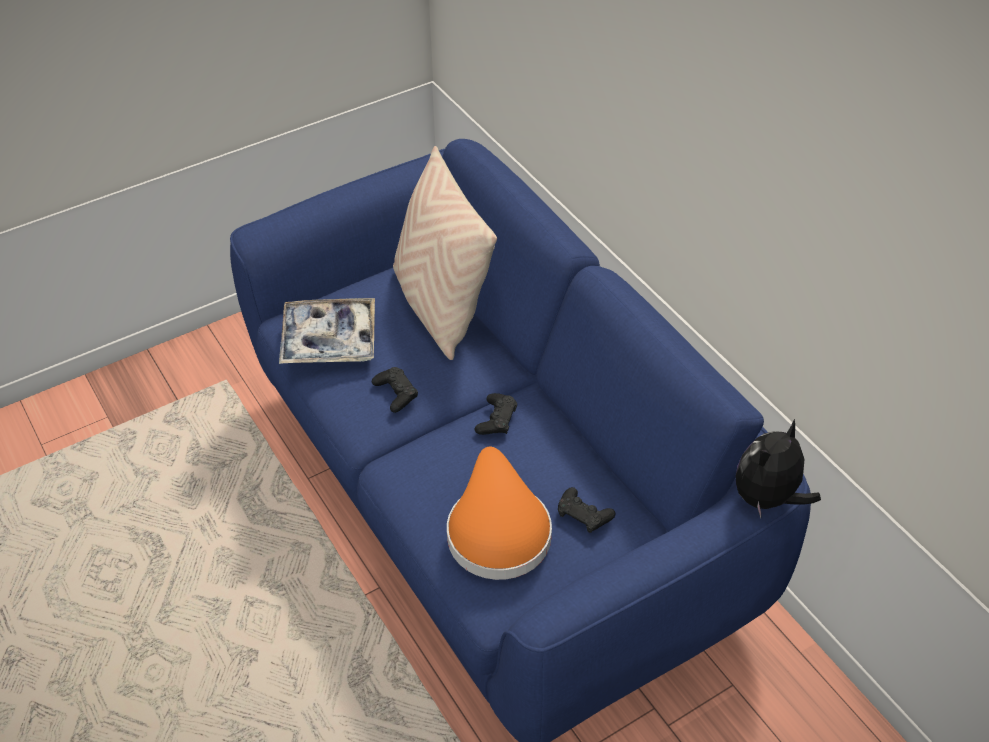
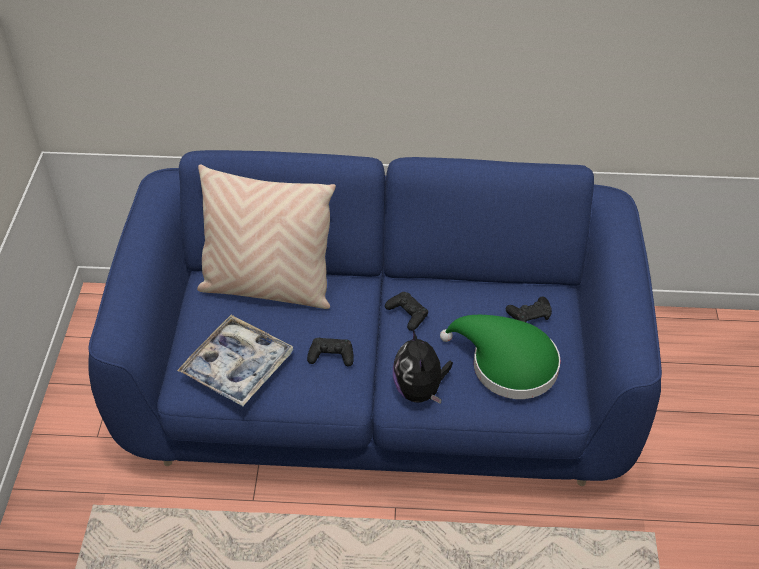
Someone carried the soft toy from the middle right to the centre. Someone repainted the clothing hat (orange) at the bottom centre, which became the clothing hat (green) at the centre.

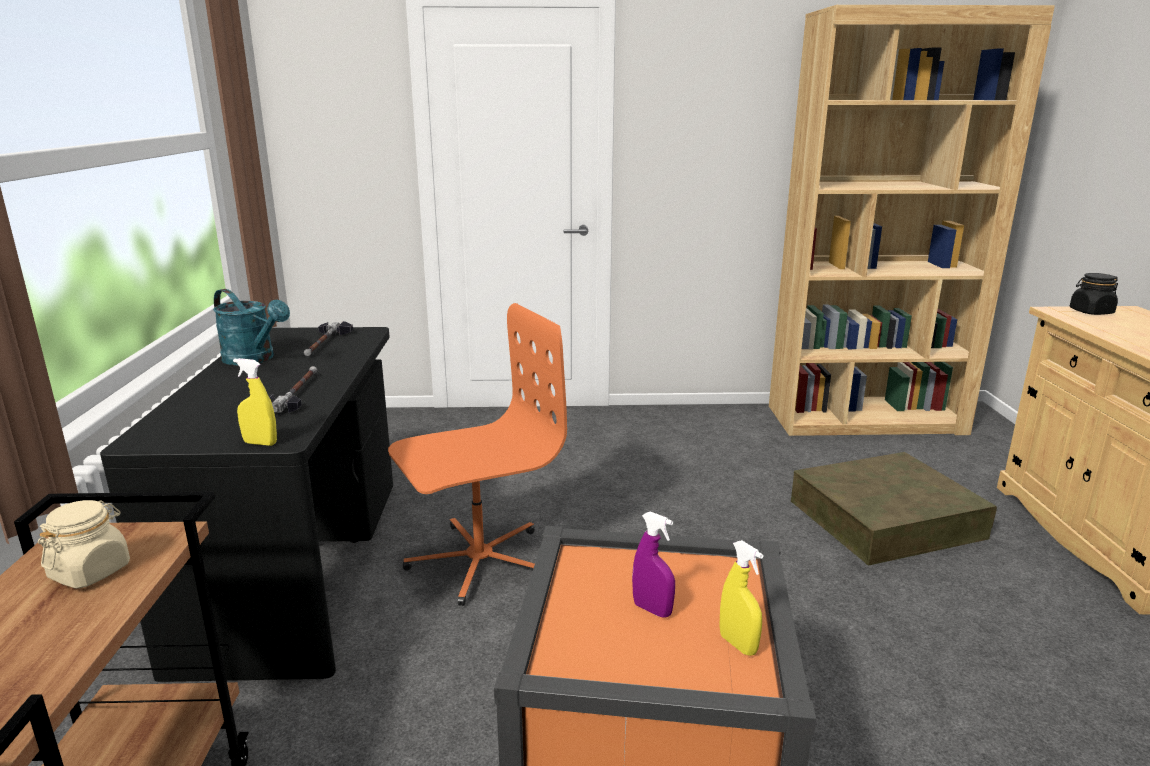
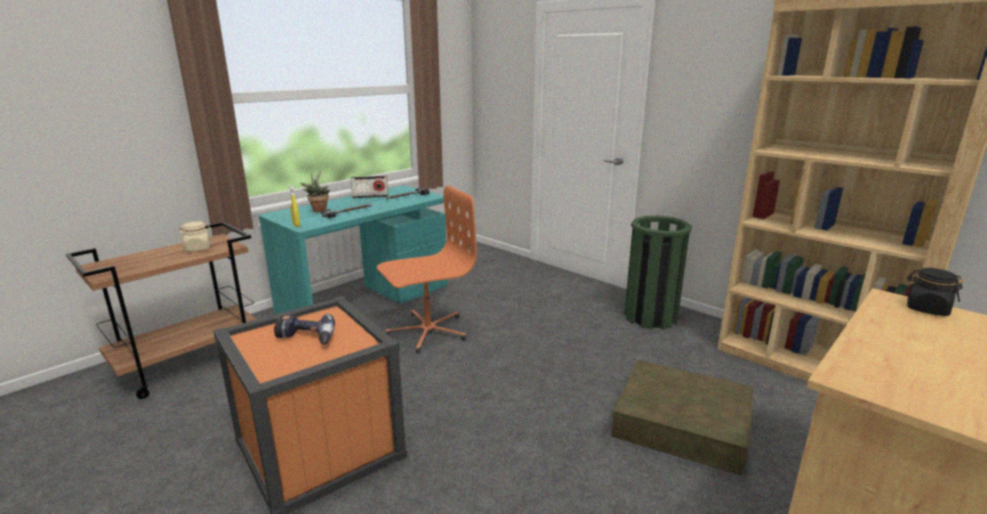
Someone repainted the desk (blackish) at the middle left, which became the desk (turquoise) at the centre. Someone swapped the sprayer (purple) at the bottom centre for the power drill at the middle left. Someone put down the houseplant at the middle left. Someone swapped the watering pot (turquoise) at the middle left for the radio receiver at the centre. Someone rotated the computer chair (orange) at the centre by 45 degrees counterclockwise. Someone put down the trash can (green) at the middle right. Someone took away the sprayer (yellowish) (no. 2 from left) at the bottom centre.

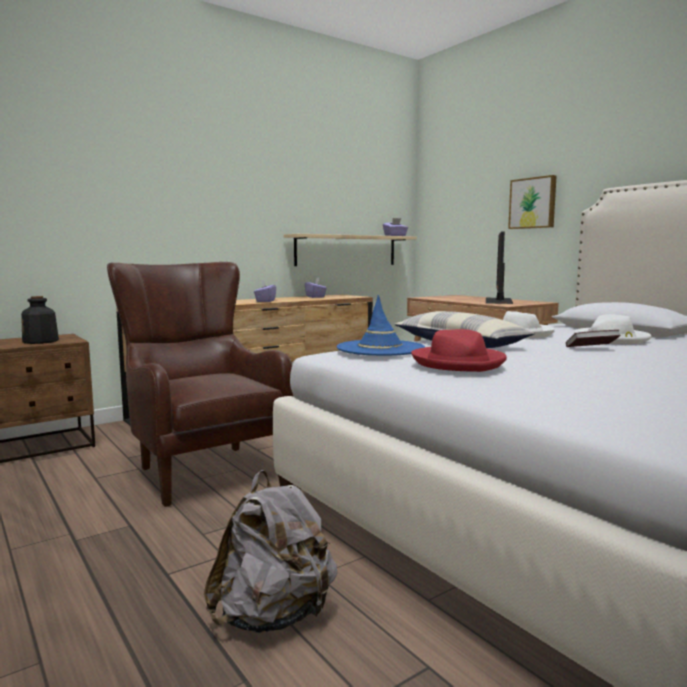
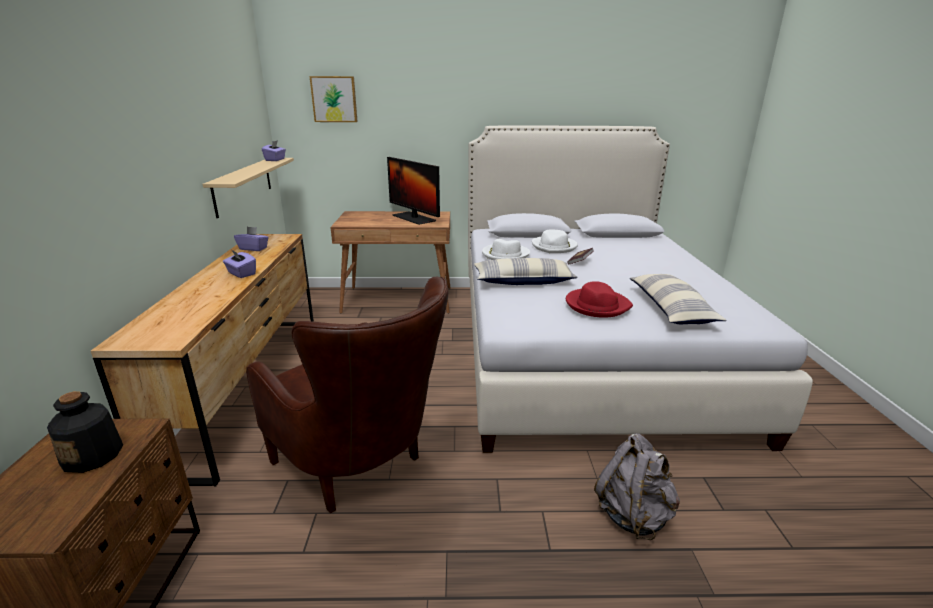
Someone rotated the armchair (brown) at the middle left by 135 degrees counterclockwise. Someone carried the picture from the top right to the top centre. Someone put down the cushion (no. 2 from left) at the middle right. Someone took away the clothing hat (blue) at the centre.

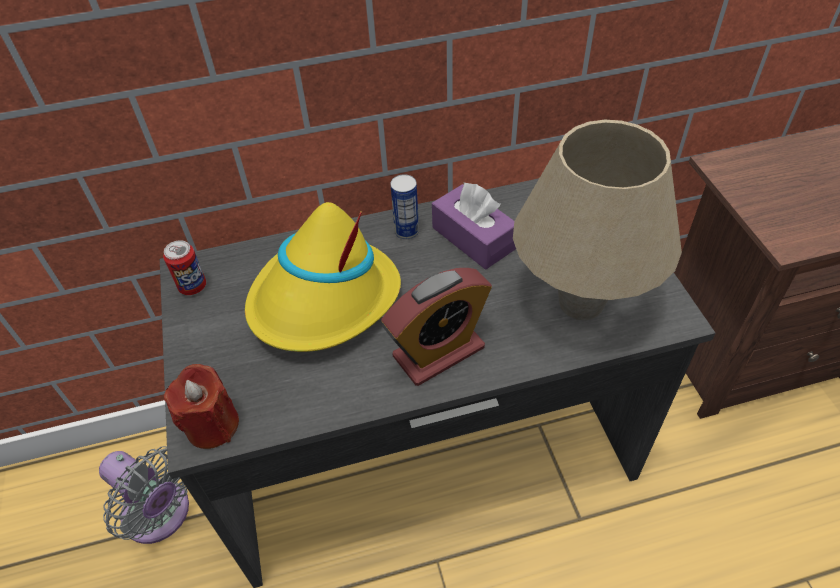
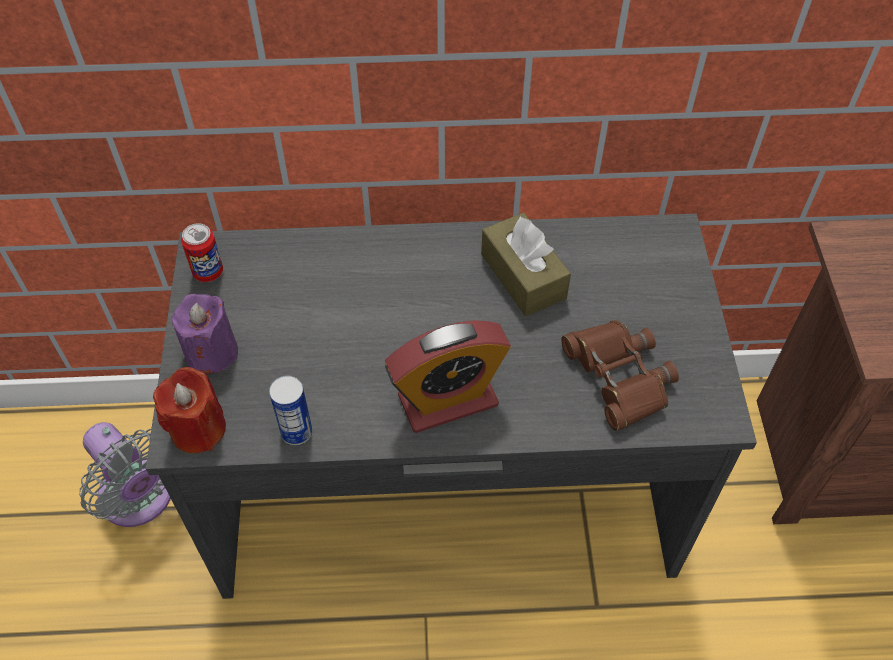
Someone put down the wax light (purple) at the middle left. Someone carried the can (no. 2 from left) from the centre to the middle left. Someone repainted the box of tissues (purple) at the centre, which became the box of tissues (brown) at the centre. Someone swapped the tabletop lamp (sand-coloured) at the middle right for the pair of binoculars (brown) at the middle right. Someone took away the clothing hat (yellowish) at the centre.

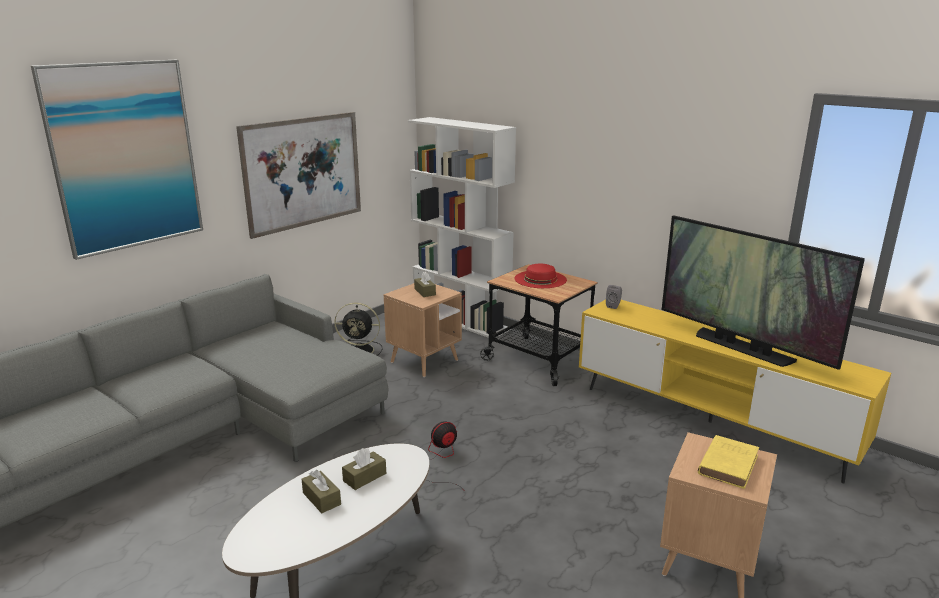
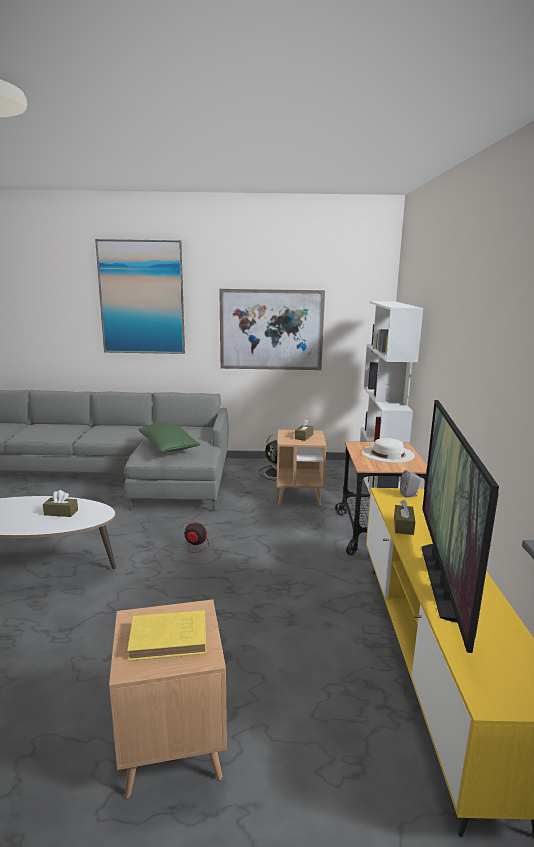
Someone put down the cushion (green) at the middle left. Someone repainted the clothing hat (reddish) at the centre, which became the clothing hat (white-coloured) at the middle right. Someone carried the box of tissues (brown) (no. 1 from left in the first image) from the bottom centre to the middle right.

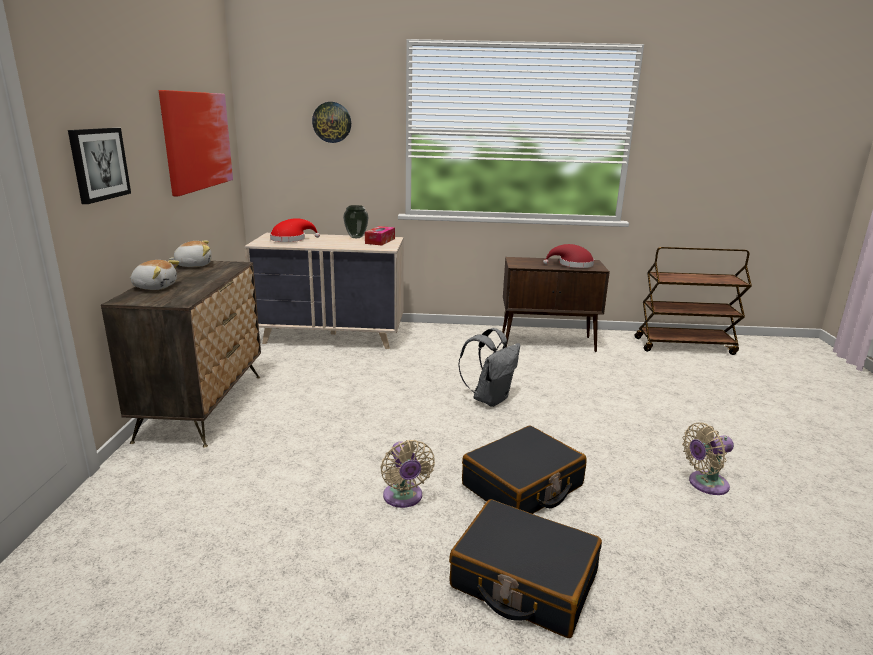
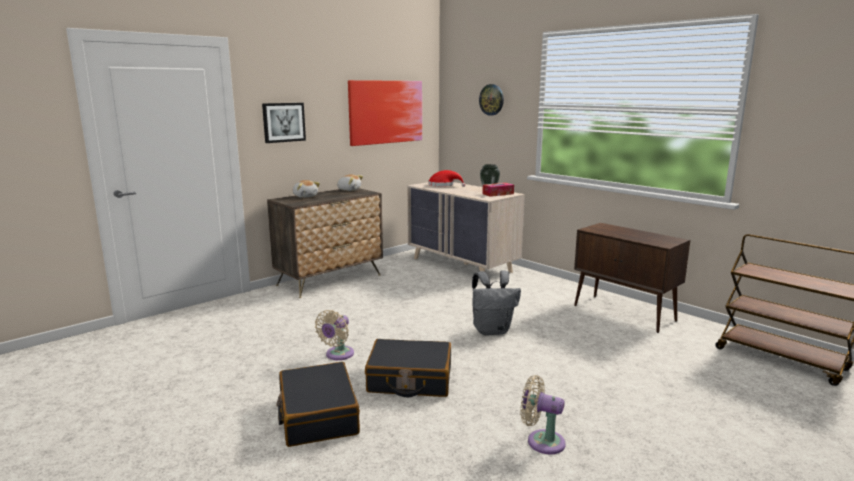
Someone took away the clothing hat (reddish) (no. 2 from left) at the centre.

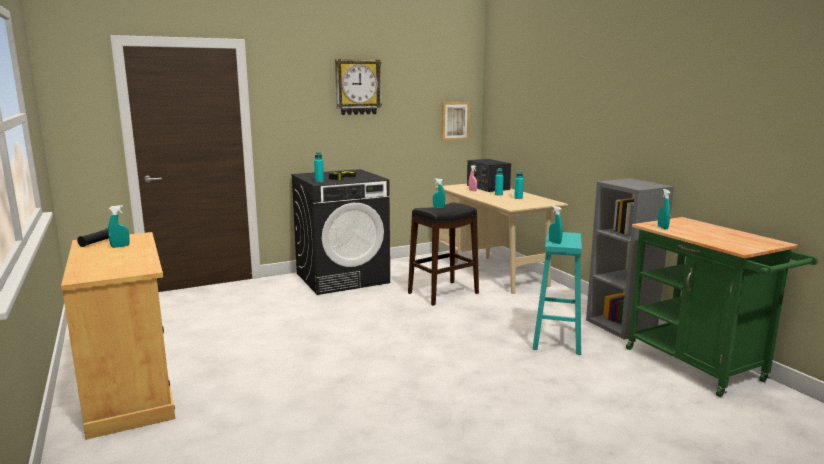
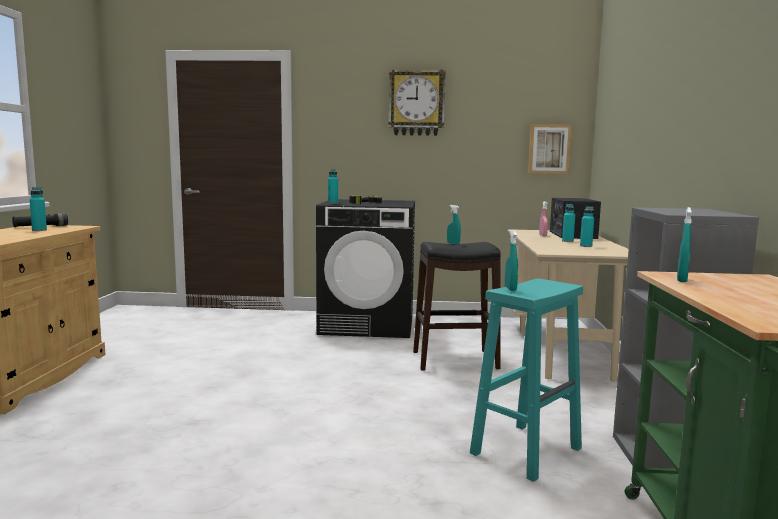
Someone swapped the sprayer (turquoise) (no. 1 from left) at the middle left for the beverage bottle (turquoise) (no. 1 from left) at the middle left.

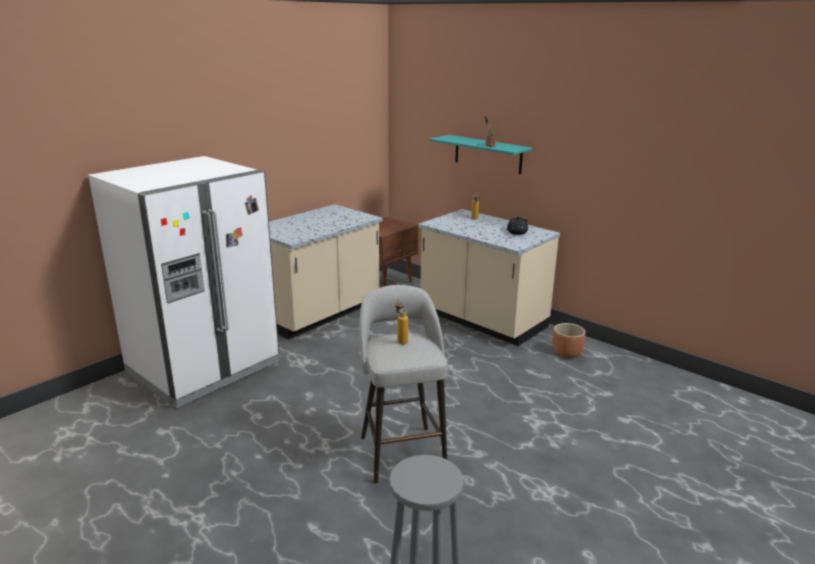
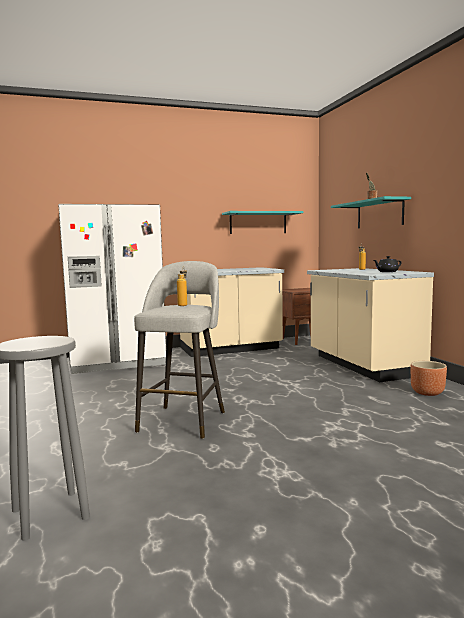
Someone put up the shelf (turquoise) (no. 1 from left) at the centre.

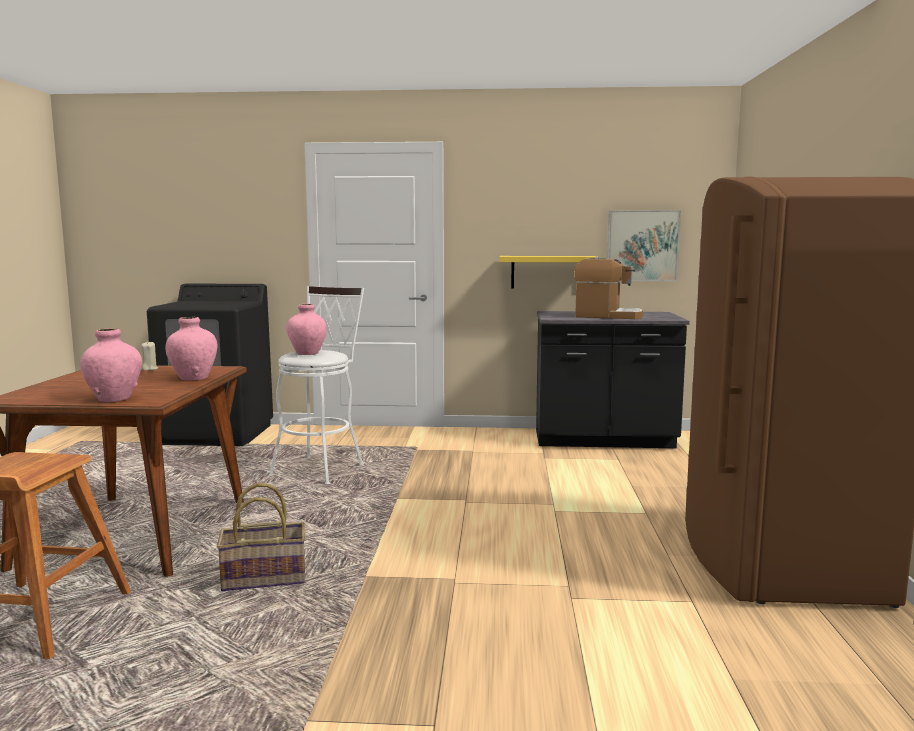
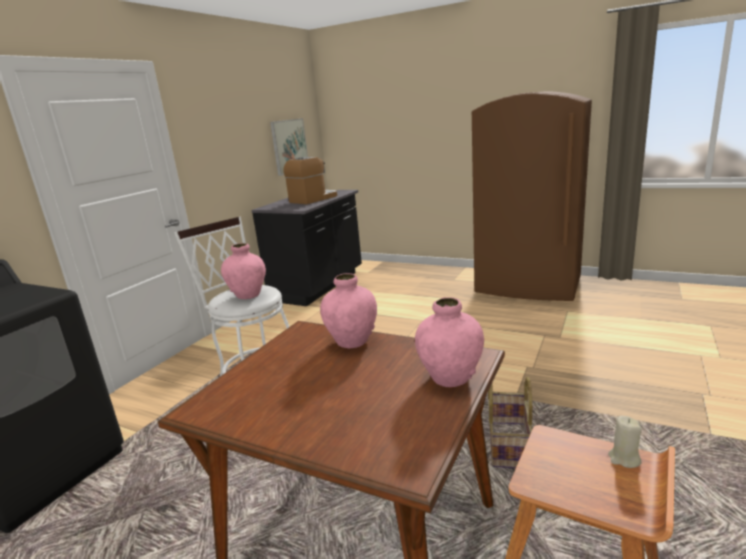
Someone carried the wax light (sand-coloured) from the middle left to the bottom right. Someone took away the shelf (yellowish) at the centre.

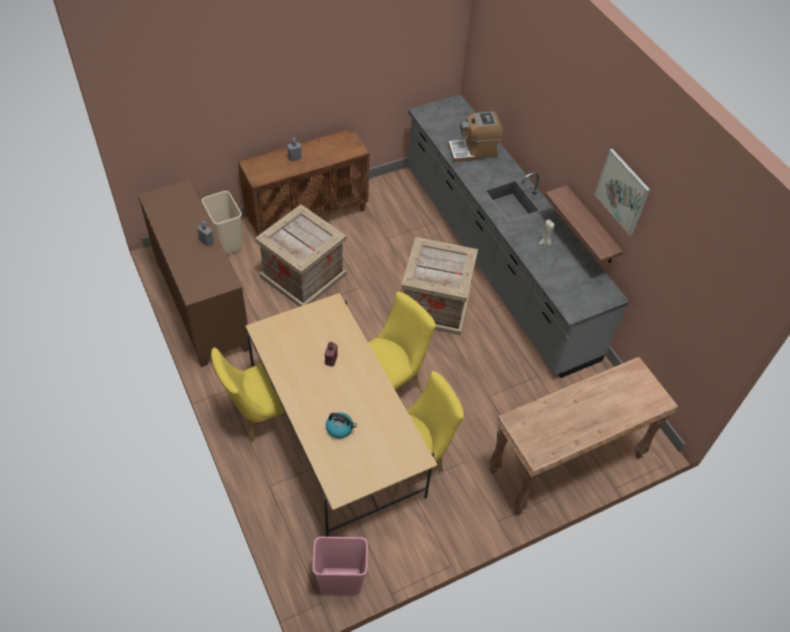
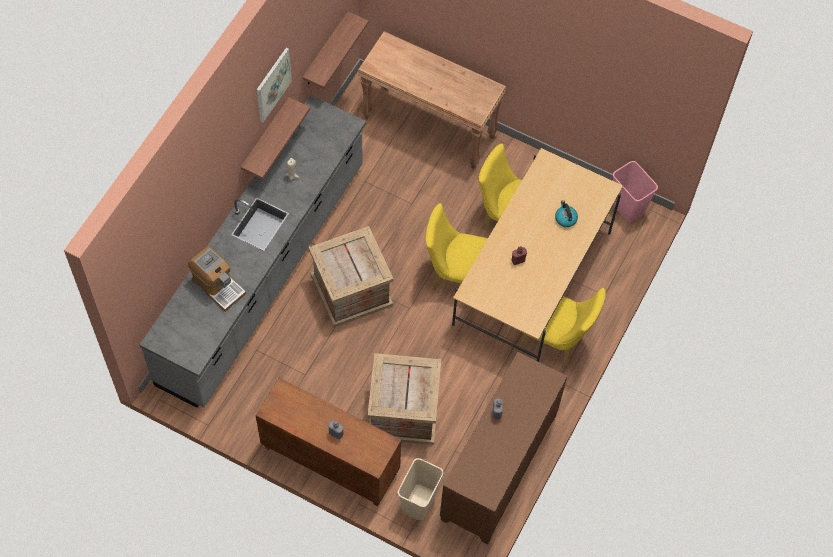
Someone put up the shelf (no. 2 from left) at the top centre.

